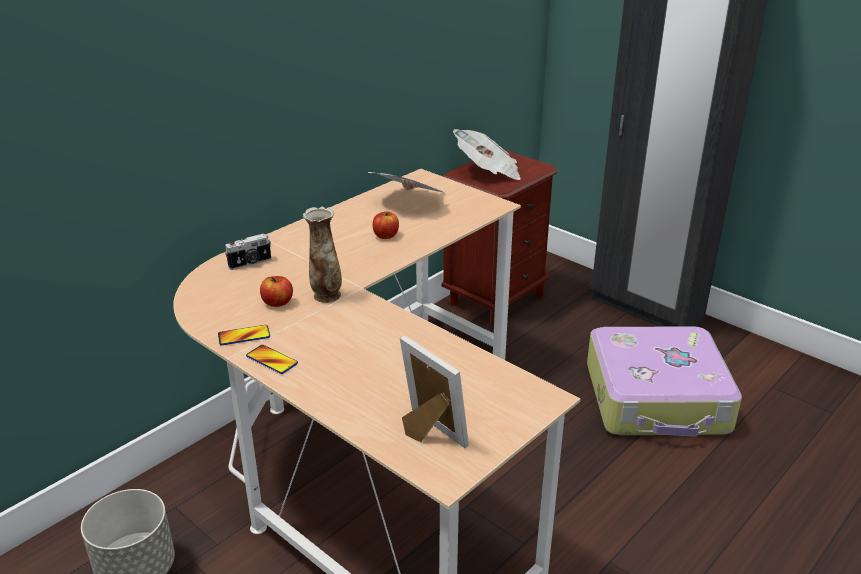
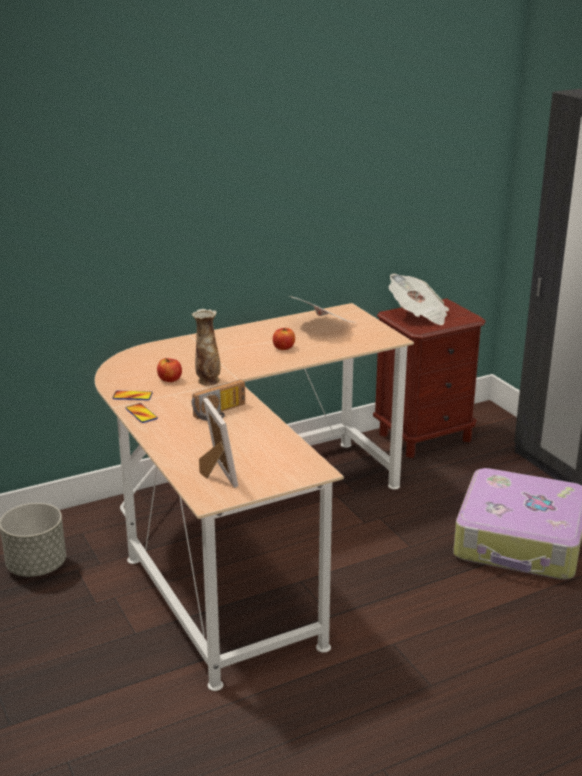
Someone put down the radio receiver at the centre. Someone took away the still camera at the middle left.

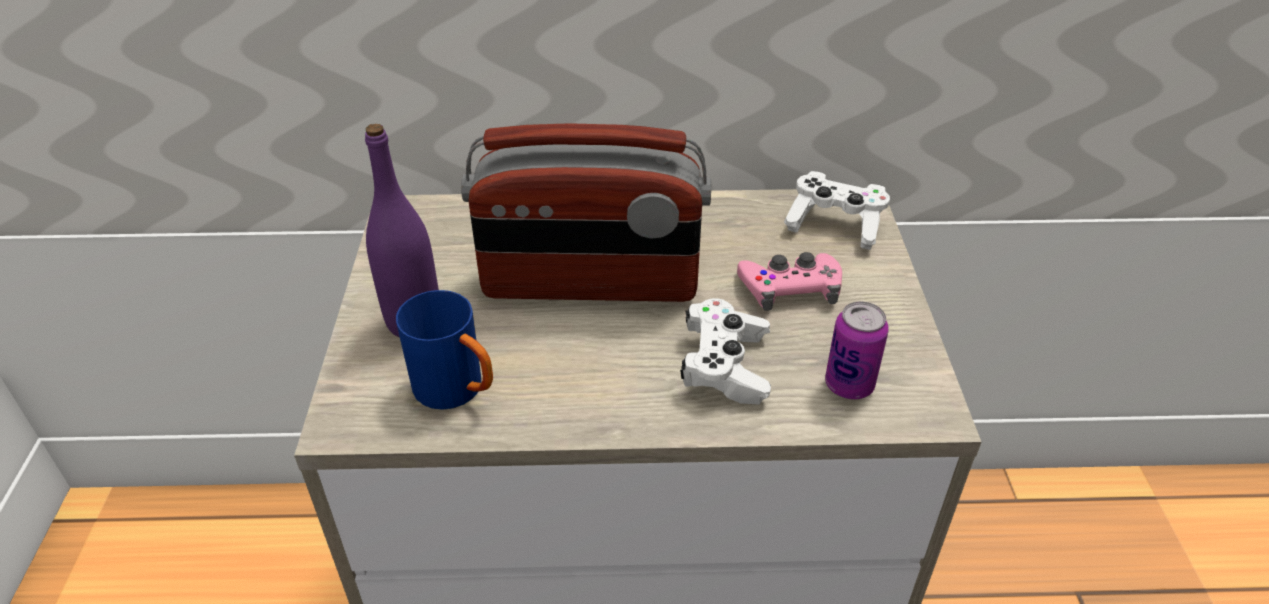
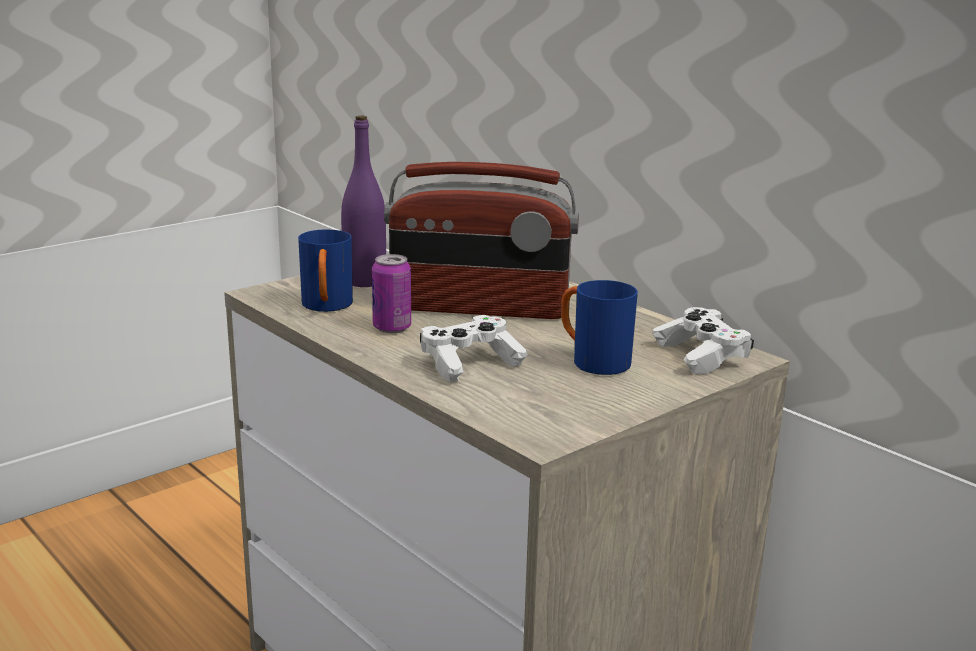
Someone carried the can from the middle right to the centre. Someone rotated the radio receiver at the centre by 45 degrees counterclockwise. Someone swapped the game controller (pinkish) at the centre for the mug (blue) (no. 2 from left) at the centre.

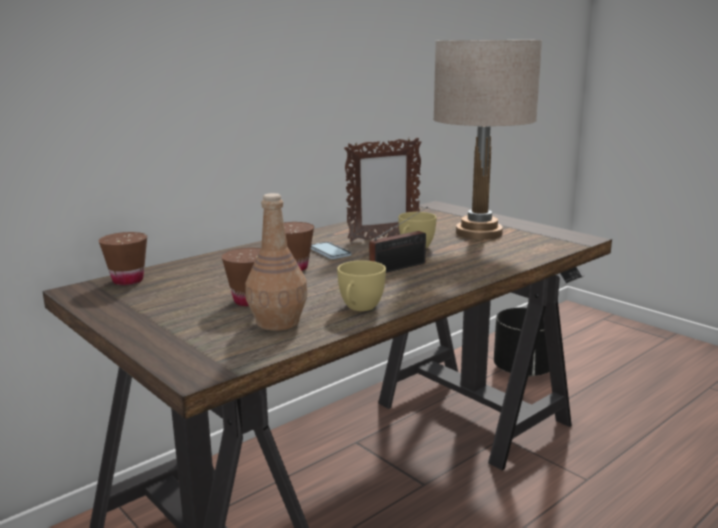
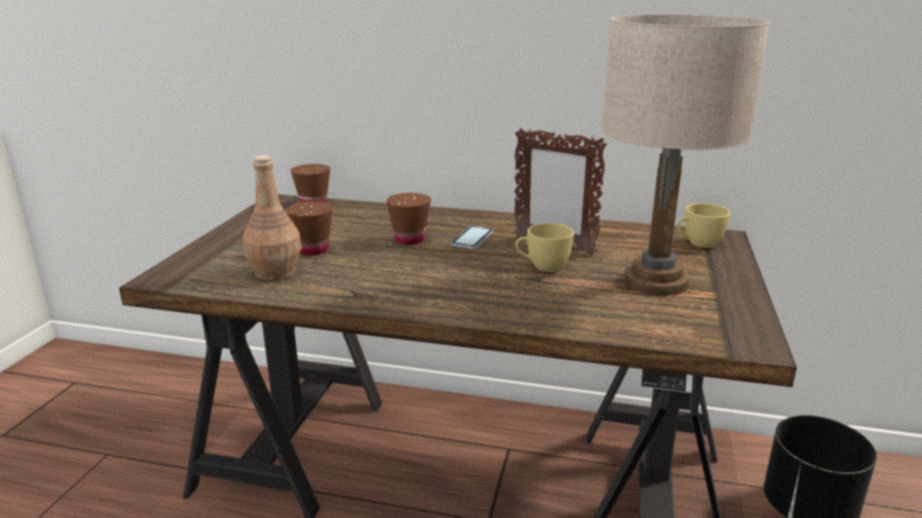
Someone carried the cup (yellowish) (no. 1 from left in the first image) from the centre to the middle right. Someone took away the radio receiver at the centre.

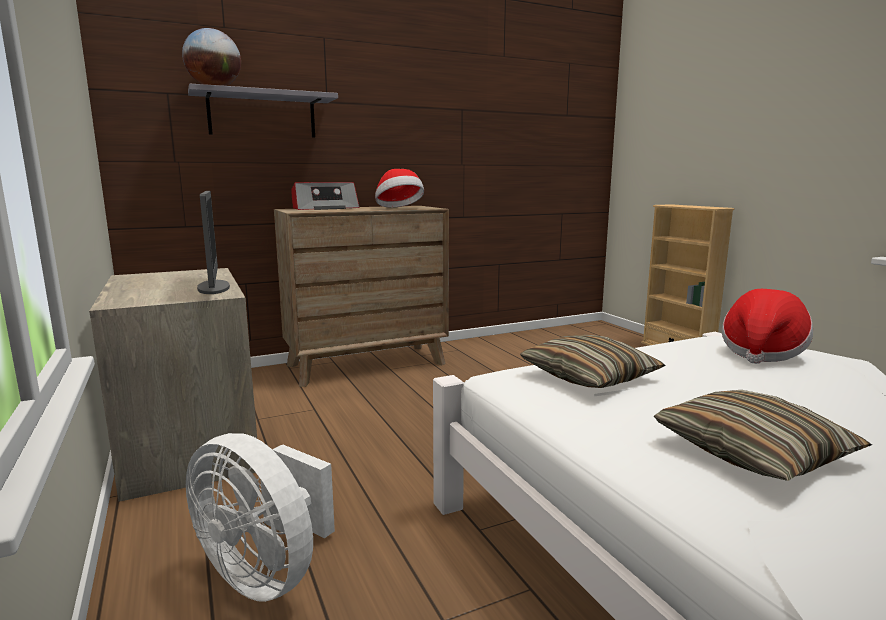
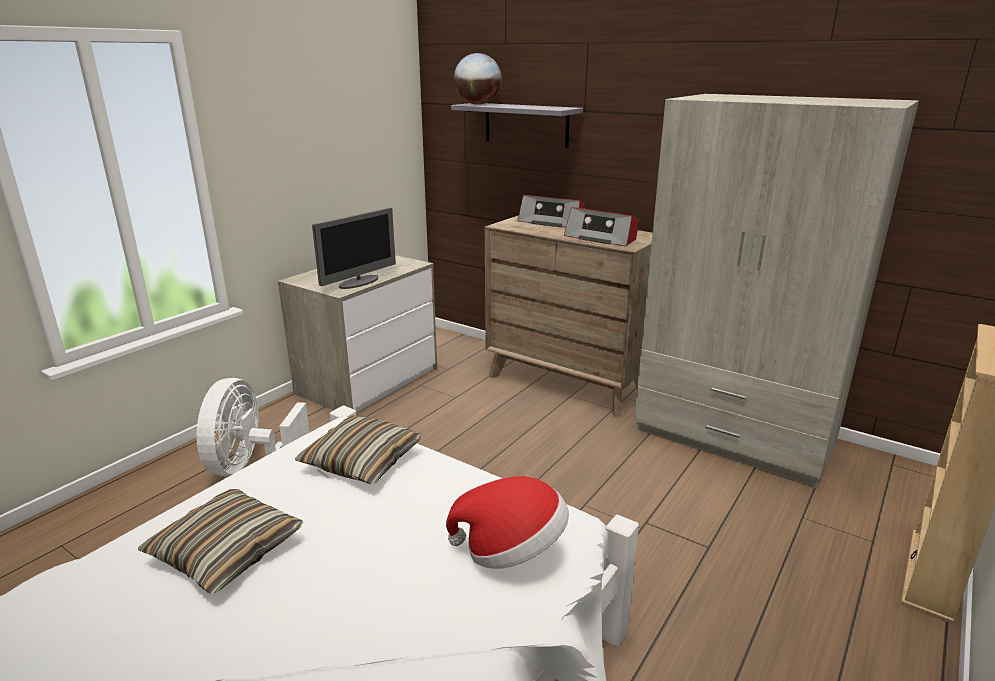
Someone swapped the clothing hat (no. 1 from left) at the top centre for the radio receiver (no. 2 from left) at the top centre. Someone put down the wardrobe (sand-coloured) at the middle right.

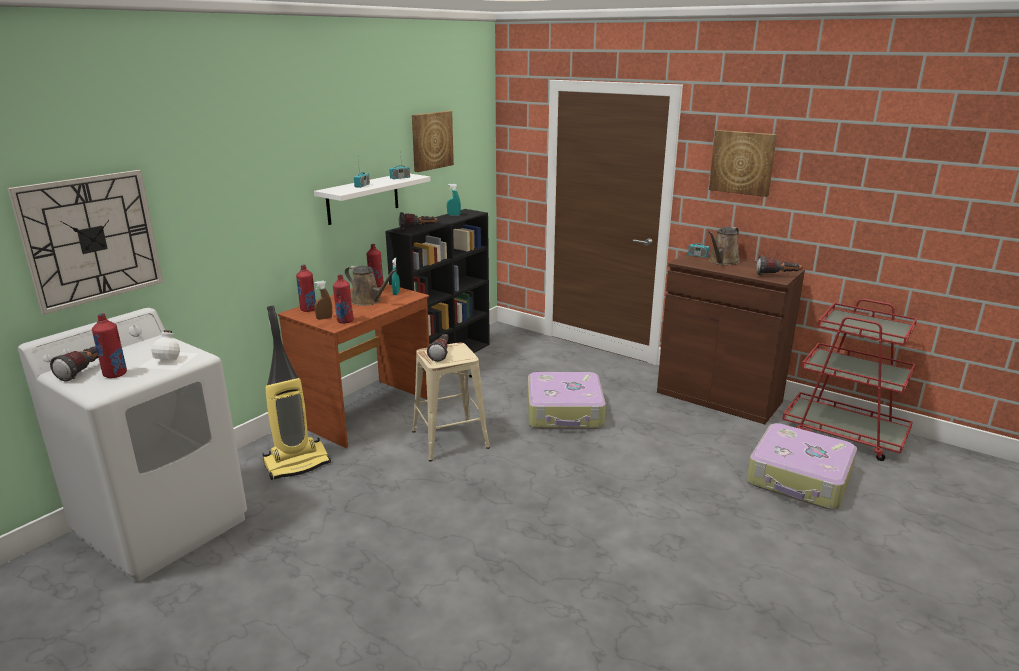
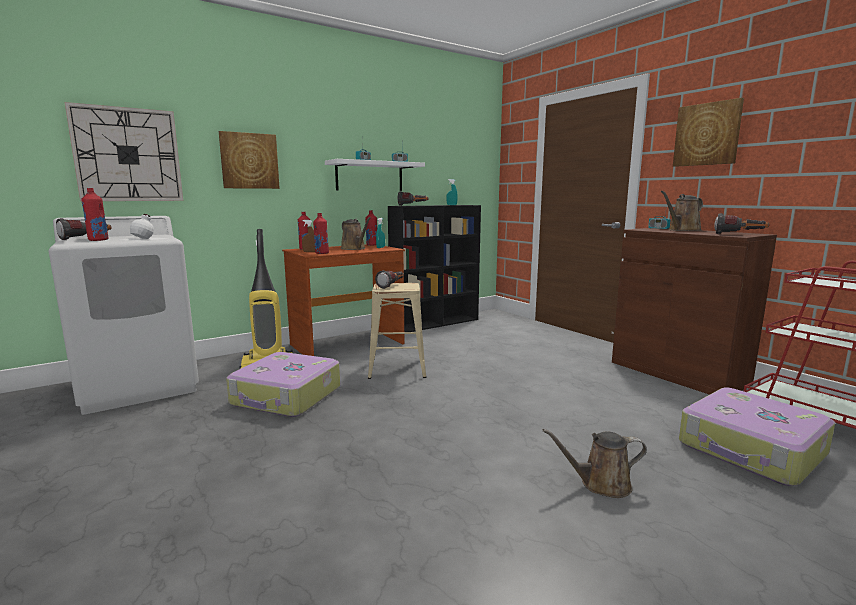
Someone carried the picture (no. 1 from left) from the top centre to the top left. Someone carried the suitcase (no. 1 from left) from the centre to the middle left. Someone put down the watering pot (brown) (no. 2 from left) at the bottom right.

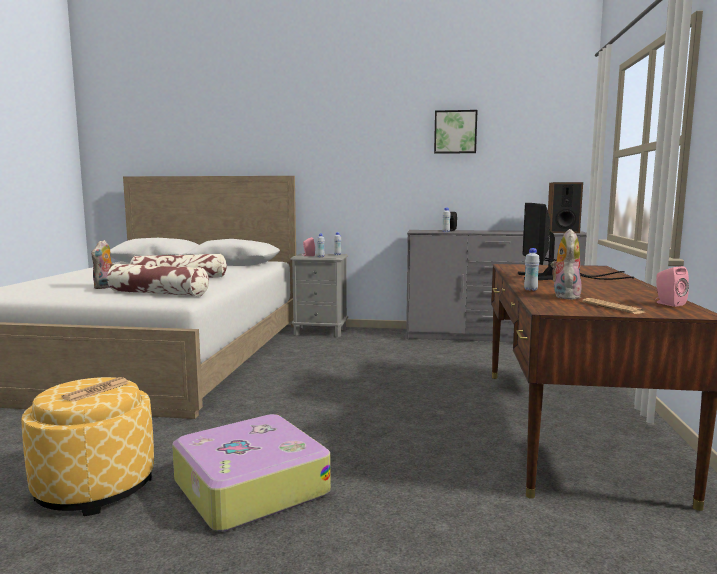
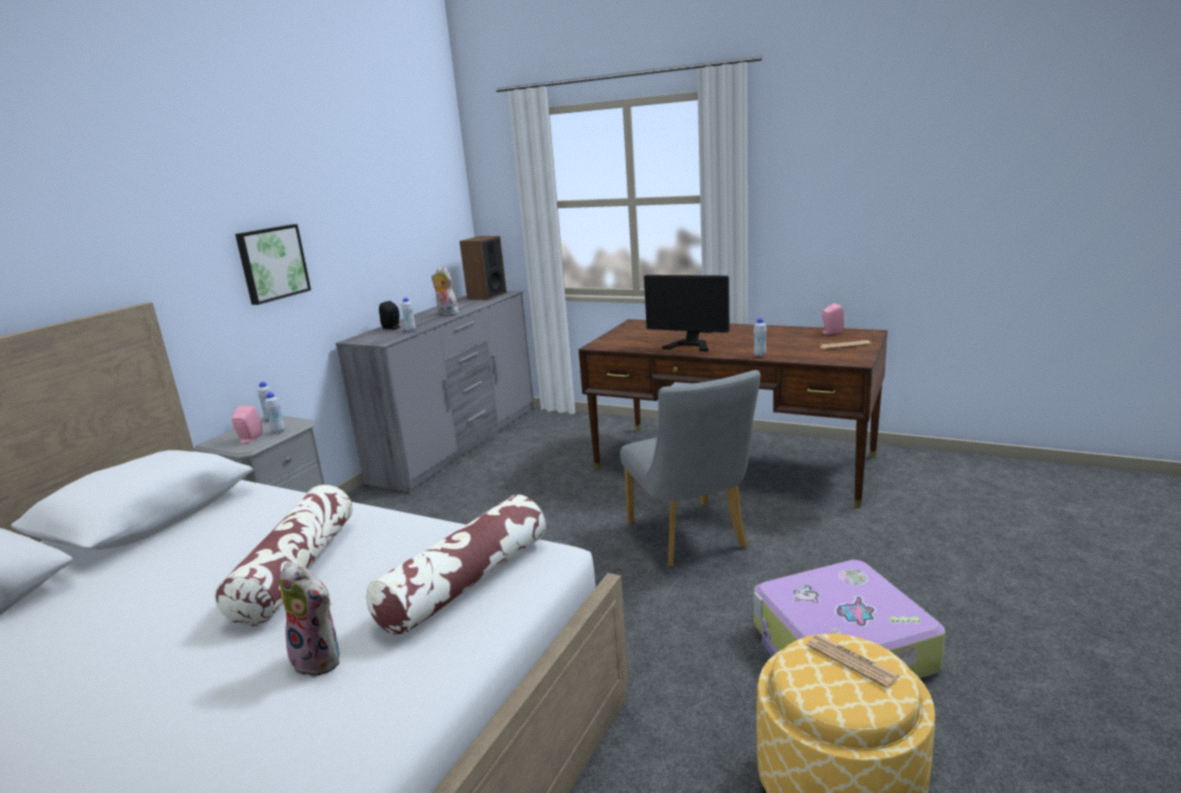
Someone carried the picture from the top centre to the top left. Someone carried the soft toy (no. 2 from left) from the middle right to the centre. Someone put down the upright chair (greyish) at the centre.

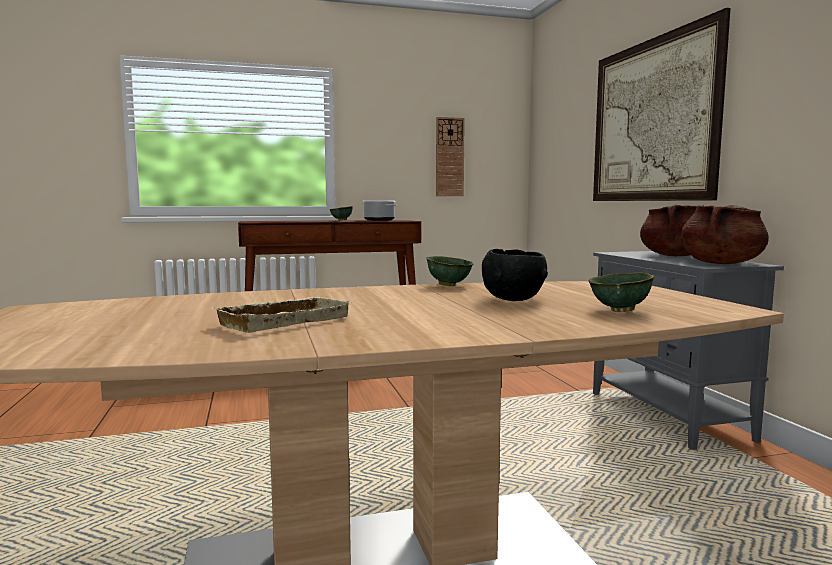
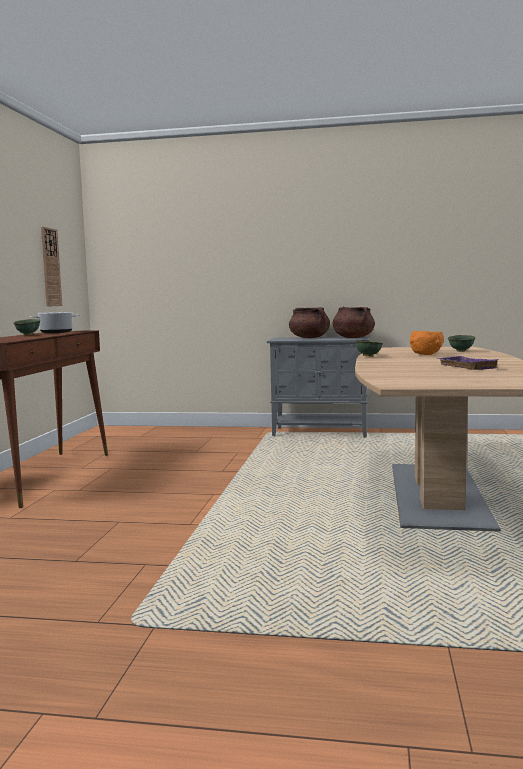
Someone repainted the deep dish (blackish) at the centre, which became the deep dish (orange) at the middle right. Someone repainted the tray (sand-coloured) at the centre, which became the tray (purple) at the middle right. Someone took away the picture at the top right.

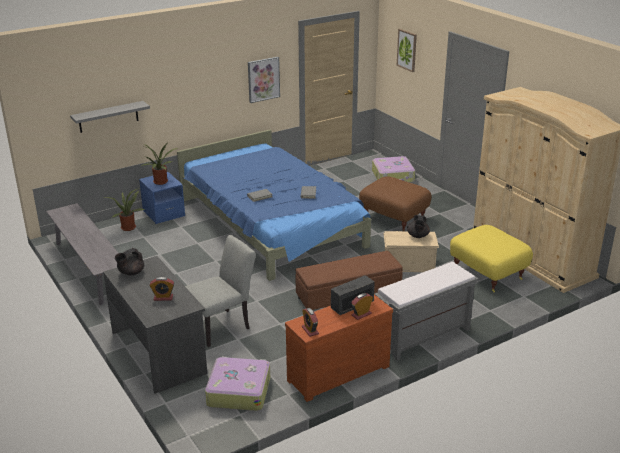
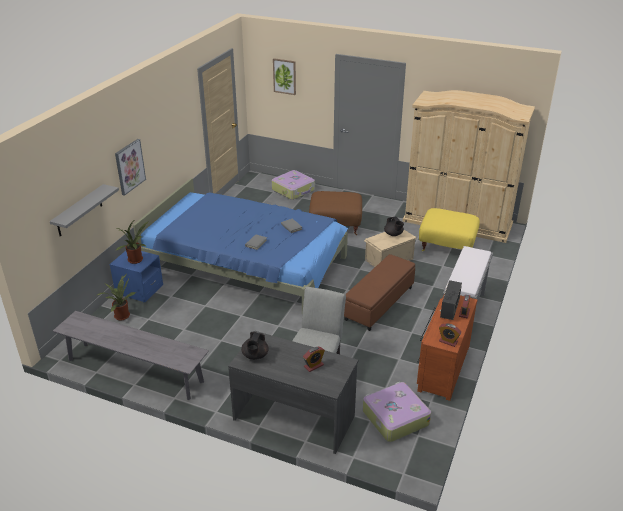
Someone carried the picture (no. 1 from left) from the top centre to the top left.

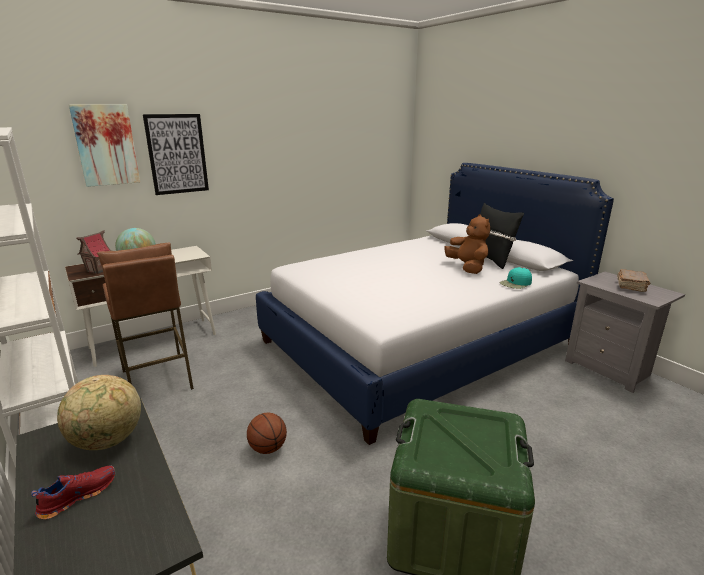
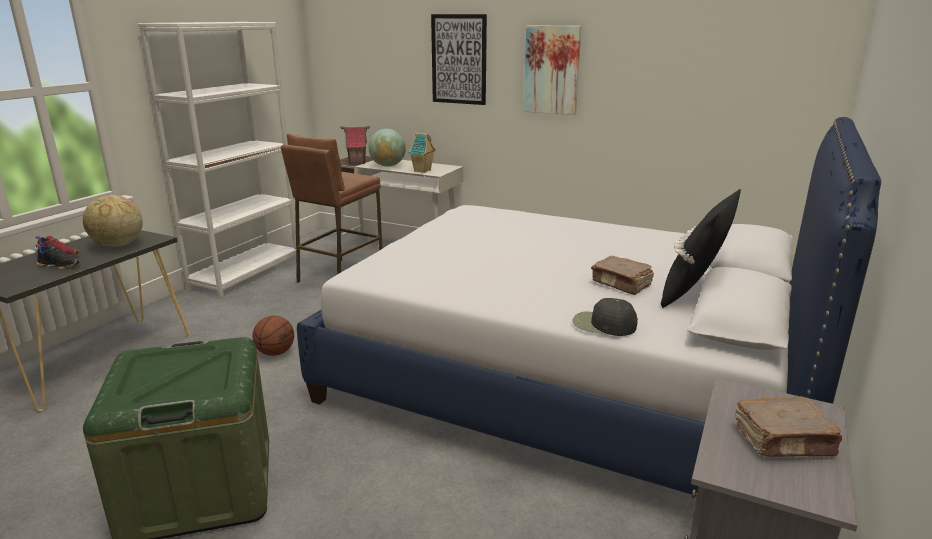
Someone put down the low shoe (blackish) at the middle left. Someone put down the toy house (no. 2 from left) at the top centre. Someone carried the picture (no. 1 from left in the first image) from the top left to the top centre. Someone repainted the cap (turquoise) at the middle right, which became the cap (blackish) at the centre. Someone swapped the soft toy (brown) at the centre for the book (brown) (no. 1 from left) at the middle right.

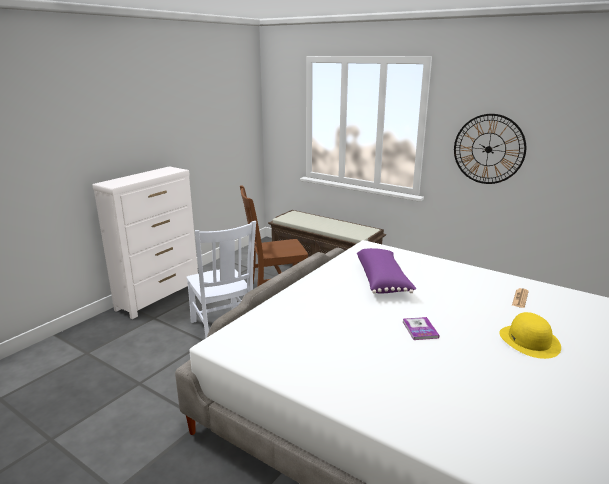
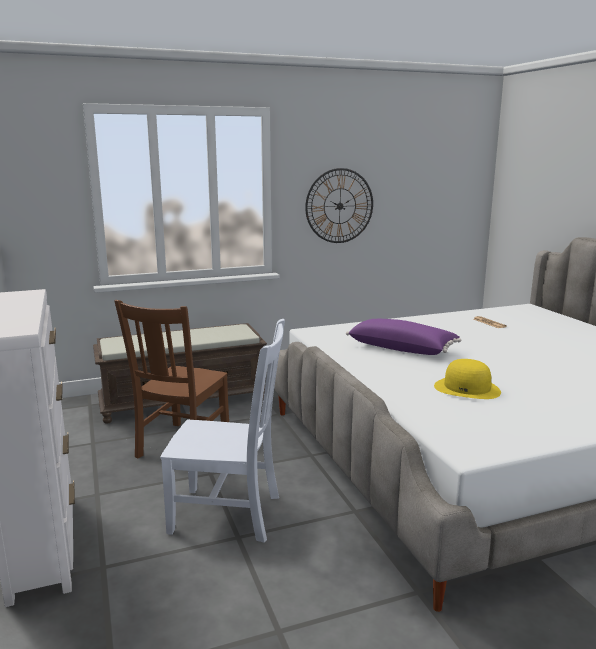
Someone carried the clothing hat (yellowish) from the bottom right to the middle right. Someone took away the book at the bottom right.

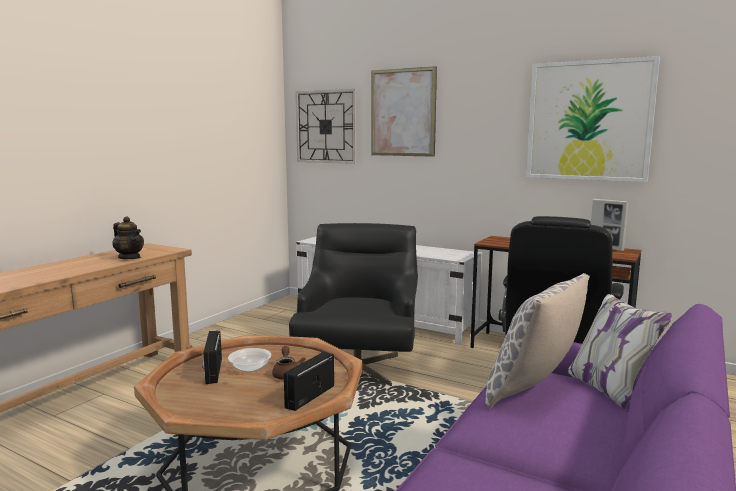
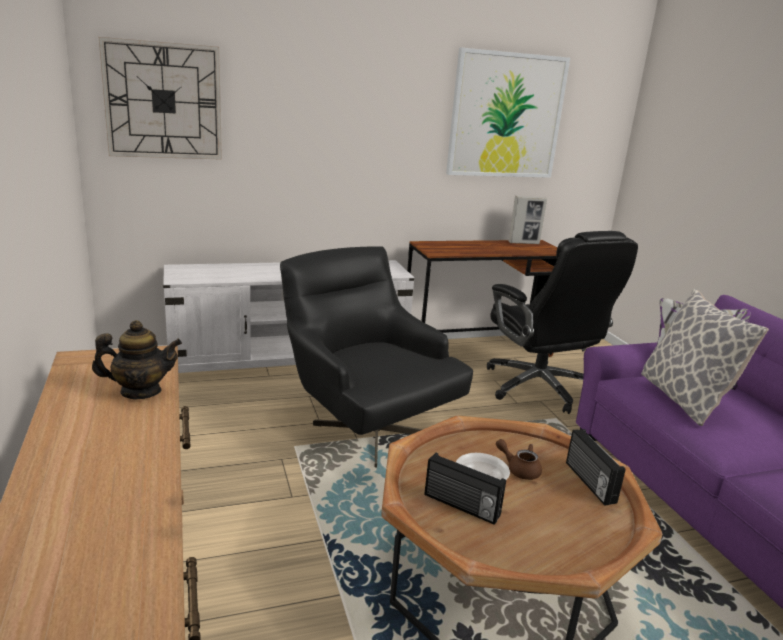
Someone took away the picture (no. 1 from left) at the top centre.

